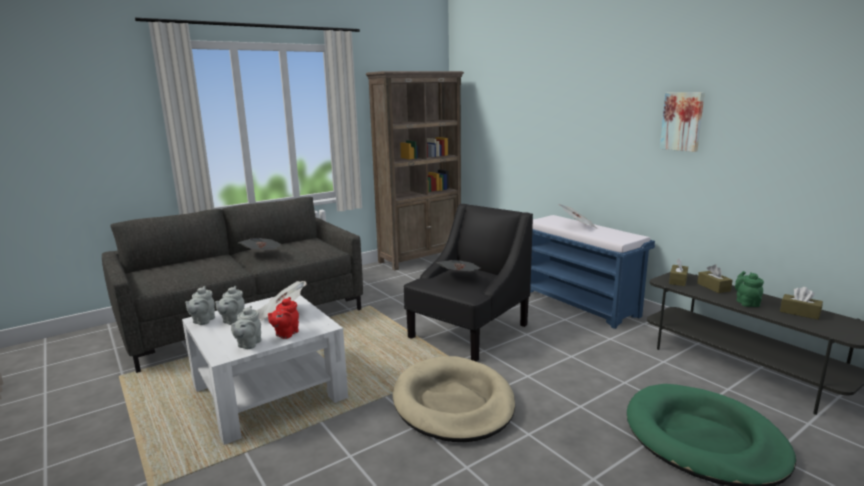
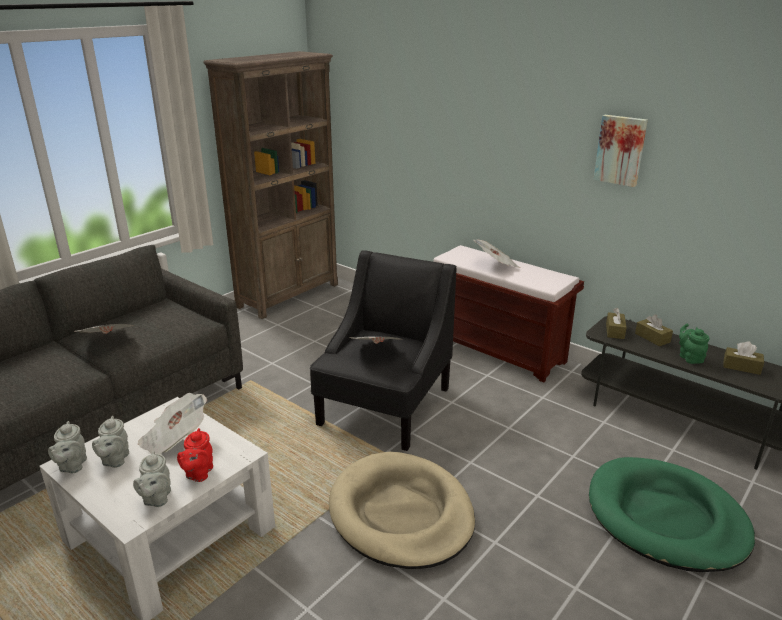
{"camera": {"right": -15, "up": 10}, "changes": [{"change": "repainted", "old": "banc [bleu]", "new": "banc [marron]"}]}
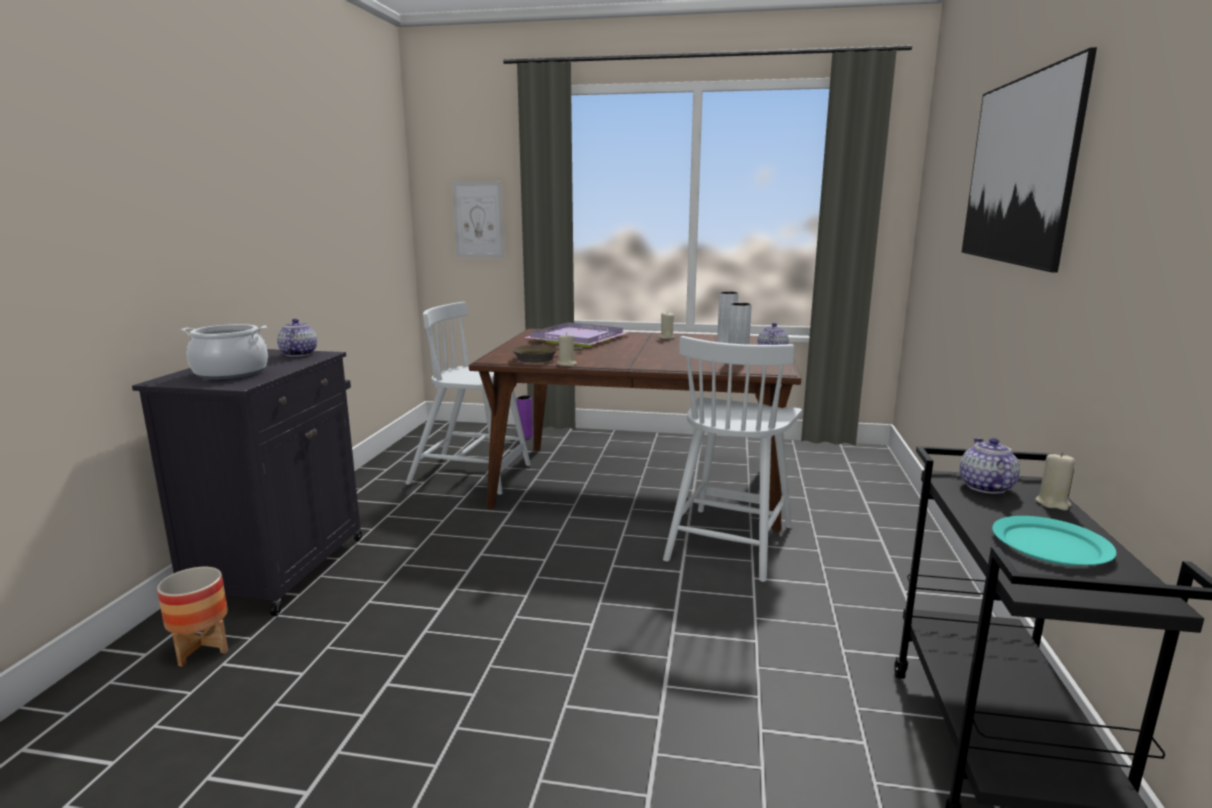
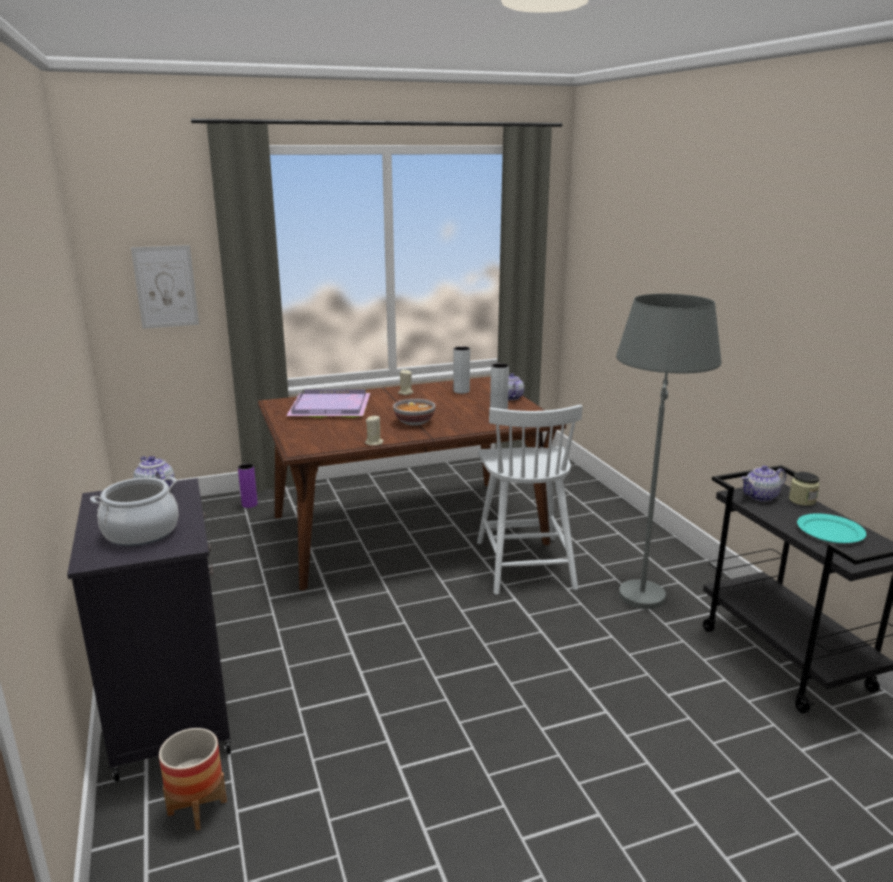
{"camera": {"right": -30, "up": 5}, "changes": [{"change": "gone", "old": "tableau (no. 2 from left)"}, {"change": "gone", "old": "chaise [blanc] (no. 1 from left)"}, {"change": "gone", "old": "poêle [marron]"}, {"change": "rotated", "old": "théière (no. 3 from left)", "degrees": -90}, {"change": "swapped", "old": "bougie [beige] (no. 3 from left)", "new": "bocal"}, {"change": "new", "new": "lampadaire [gris]"}, {"change": "new", "new": "bol"}]}
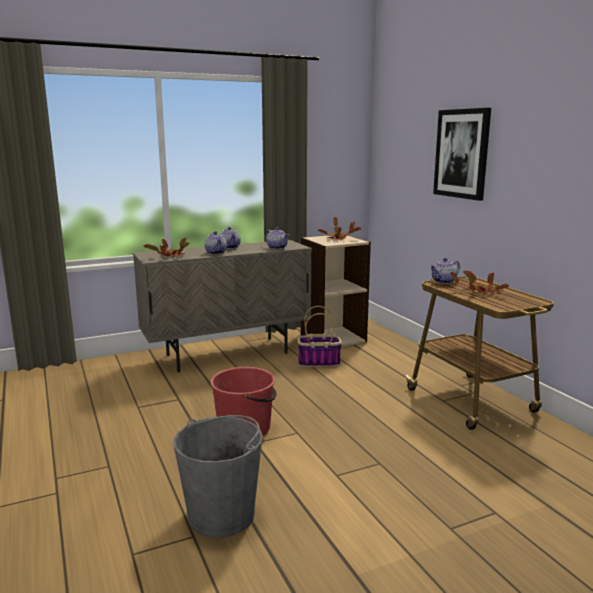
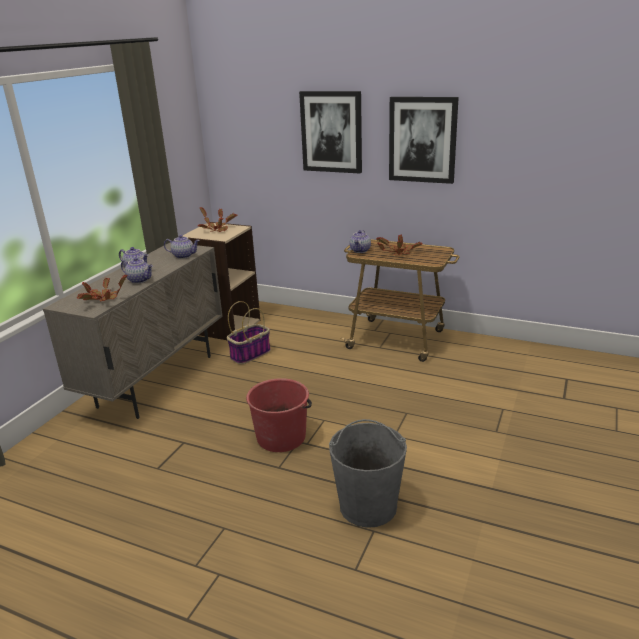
{"camera": {"right": -40, "up": 10}, "changes": [{"change": "new", "new": "tableau (no. 2 from left)"}]}
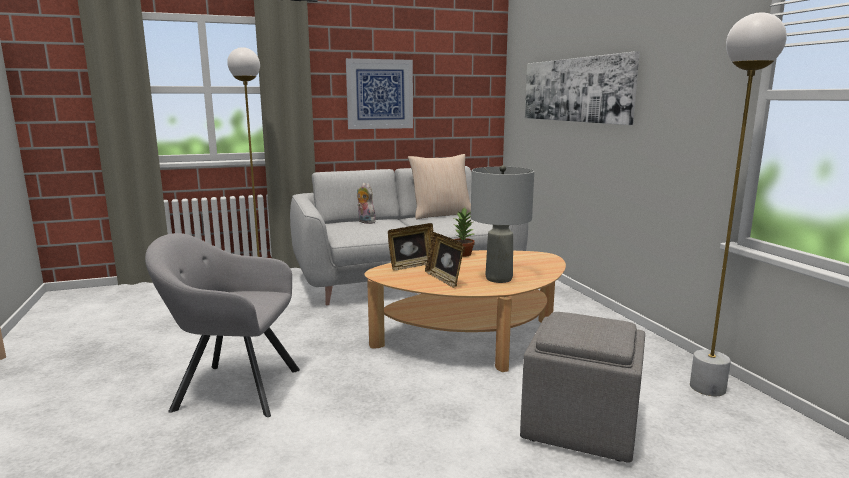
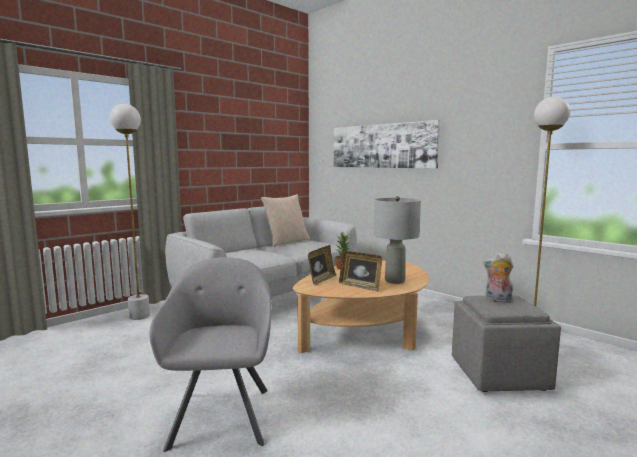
{"camera": {"right": -25, "up": -5}, "changes": [{"change": "gone", "old": "tableau (no. 1 from left)"}, {"change": "shifted", "old": "peluche"}, {"change": "rotated", "old": "fauteuil [gris]", "degrees": 105}]}
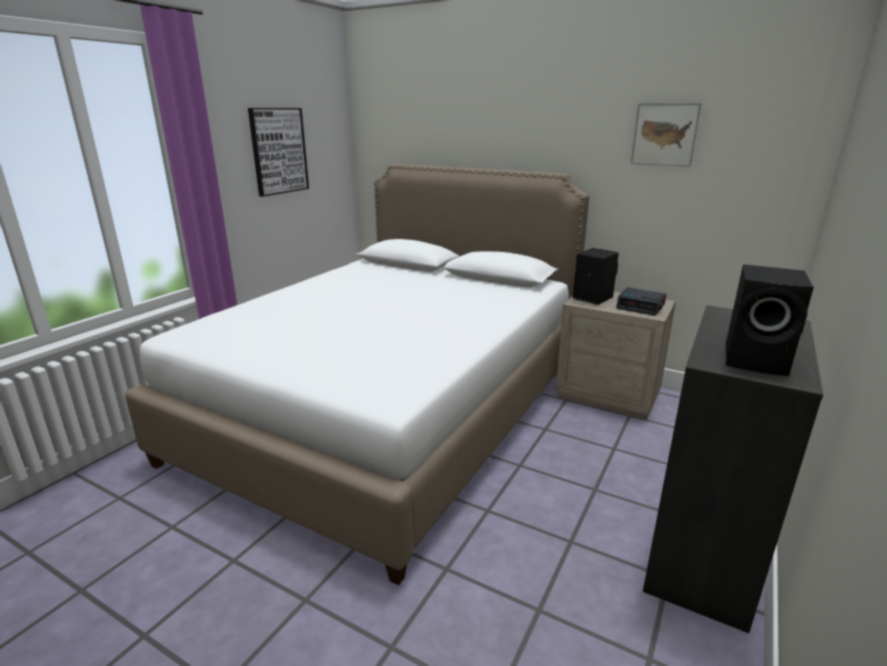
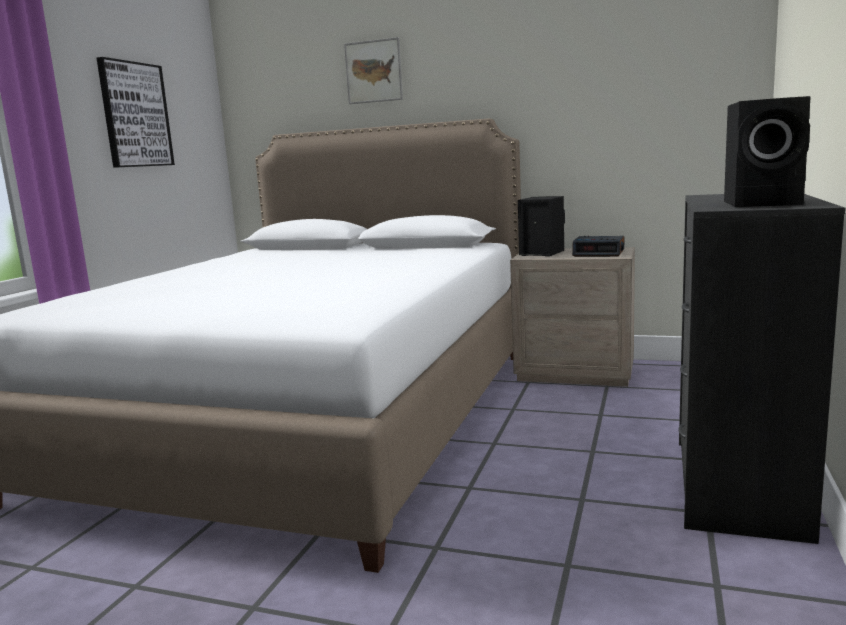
{"camera": {"right": -10, "up": -10}, "changes": [{"change": "shifted", "old": "tableau (no. 2 from left)"}]}
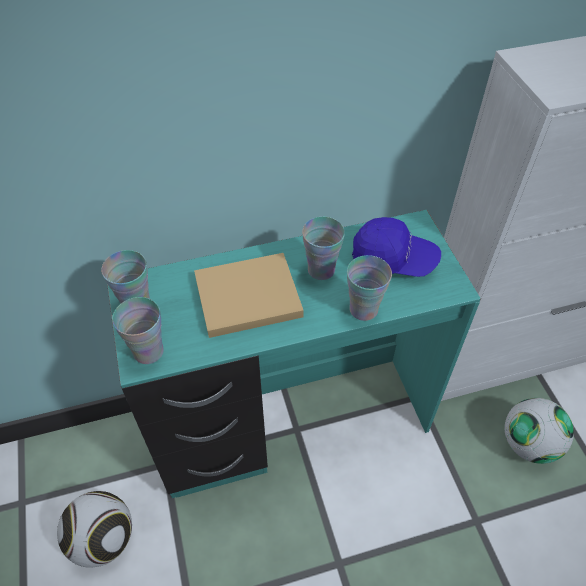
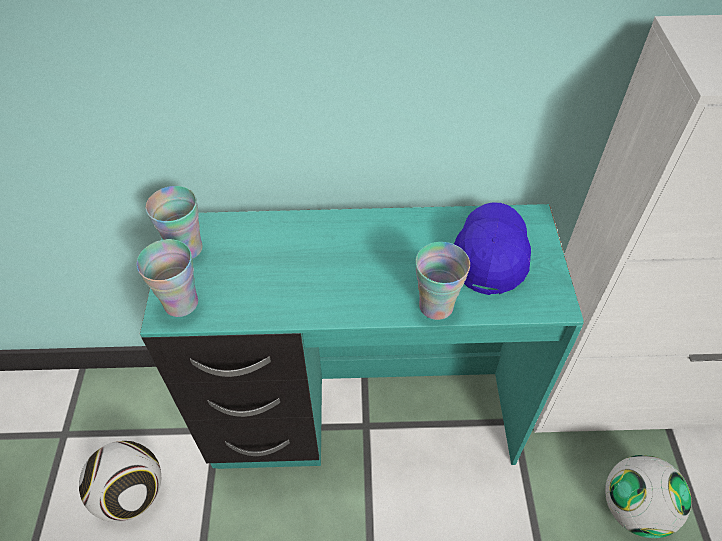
{"camera": {"right": 15, "up": 0}, "changes": [{"change": "gone", "old": "tasse (no. 3 from left)"}, {"change": "rotated", "old": "casquette [bleu]", "degrees": -105}, {"change": "gone", "old": "livre [beige]"}]}
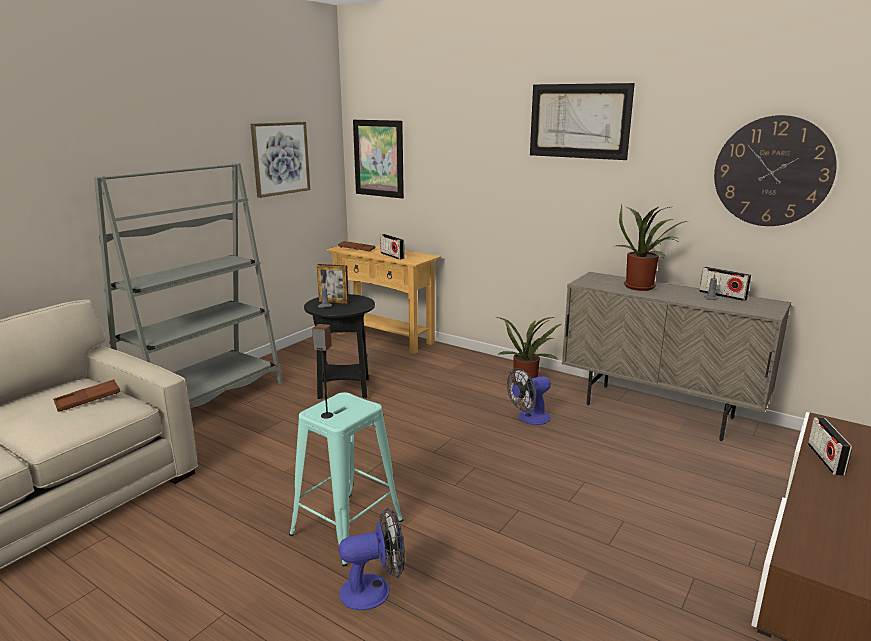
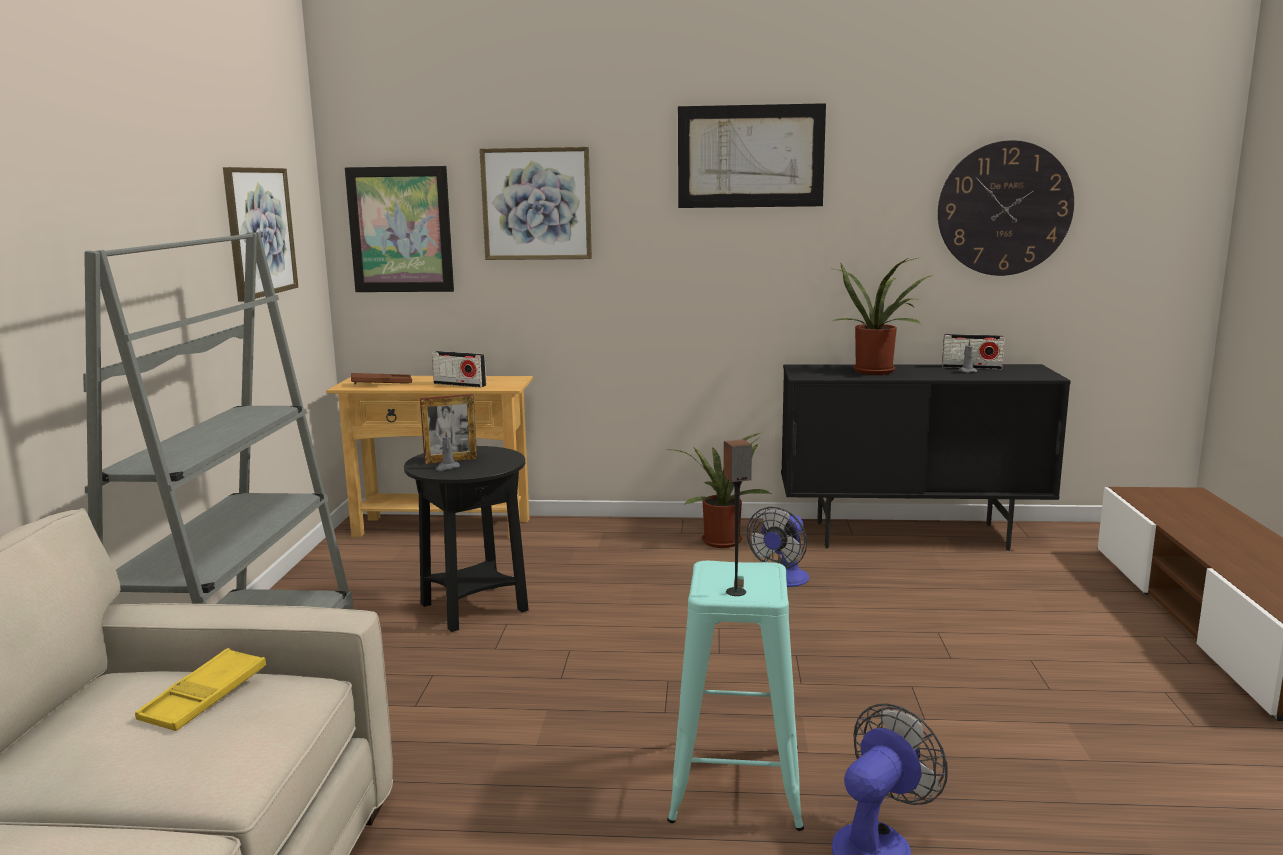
{"camera": {"right": -30, "up": -5}, "changes": [{"change": "repainted", "old": "meuble de rangement [beige]", "new": "meuble de rangement [noir]"}, {"change": "repainted", "old": "plateau [marron] (no. 1 from left)", "new": "plateau [jaune]"}, {"change": "gone", "old": "radio (no. 3 from left)"}, {"change": "new", "new": "tableau (no. 3 from left)"}]}
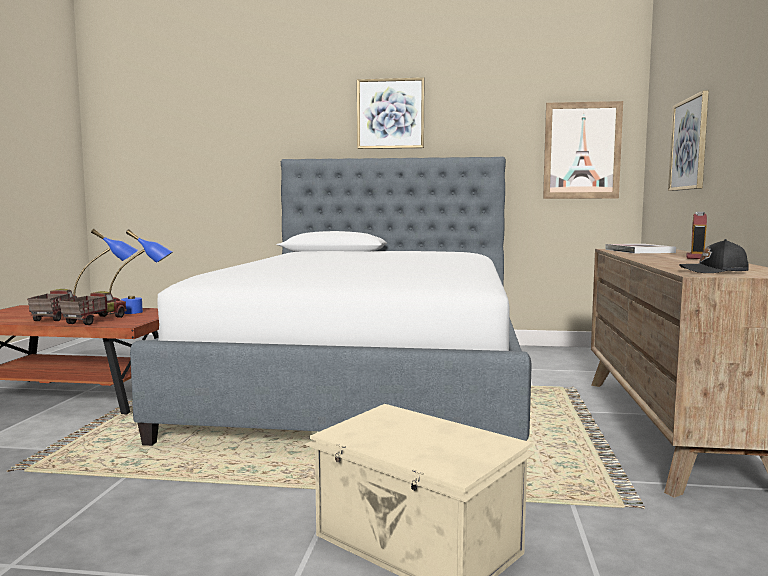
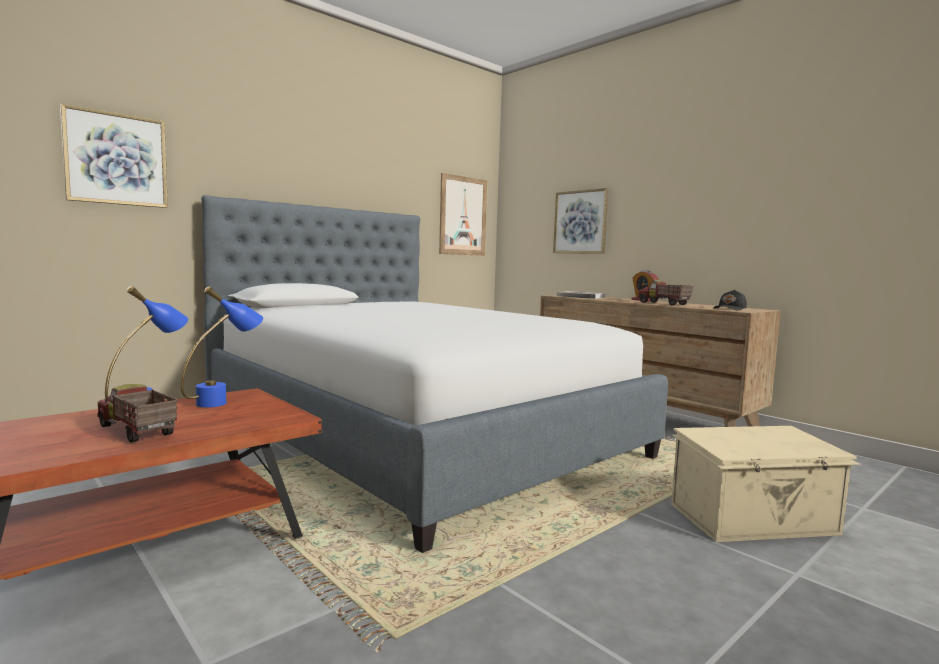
{"camera": {"right": -50, "up": 0}, "changes": [{"change": "shifted", "old": "tableau (no. 1 from left)"}, {"change": "shifted", "old": "camion jouet (no. 2 from left)"}]}
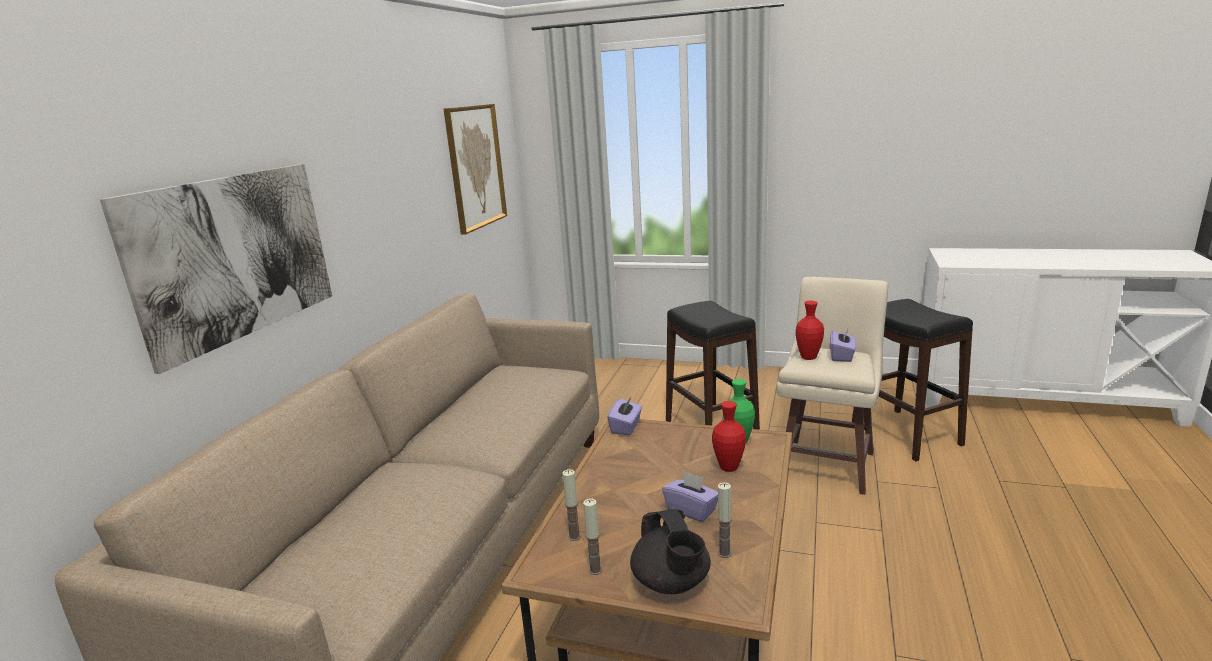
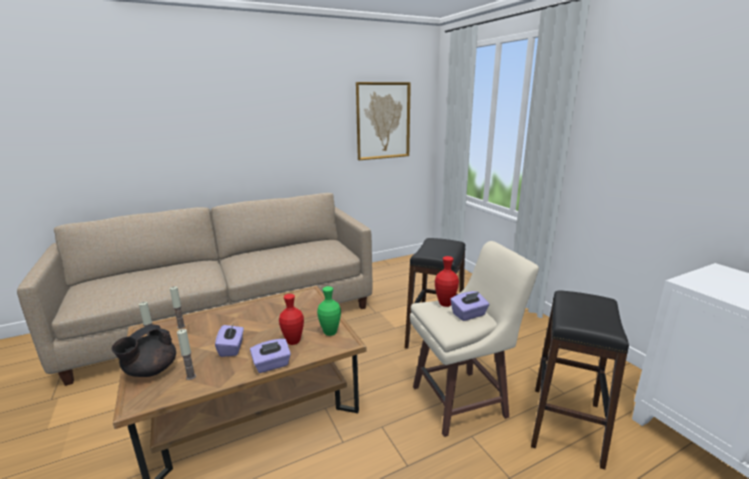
{"camera": {"right": 45, "up": 0}, "changes": [{"change": "gone", "old": "tableau (no. 1 from left)"}, {"change": "shifted", "old": "boîte à mouchoirs [violet] (no. 1 from left in the first image)", "new": "boîte à mouchoirs [violet] (no. 2 from left)"}]}
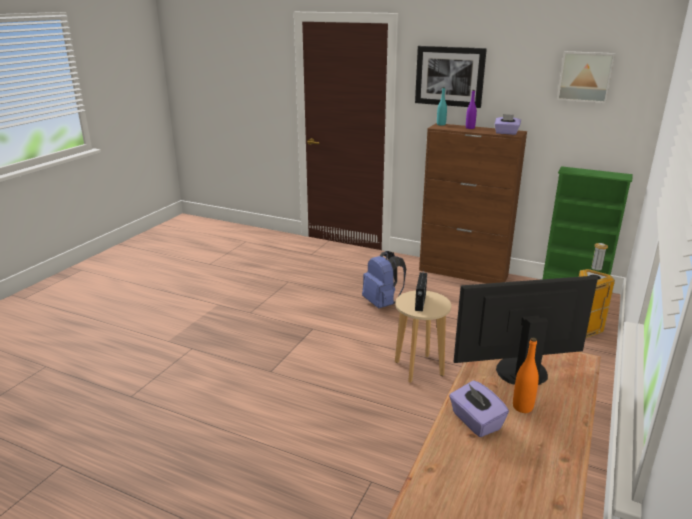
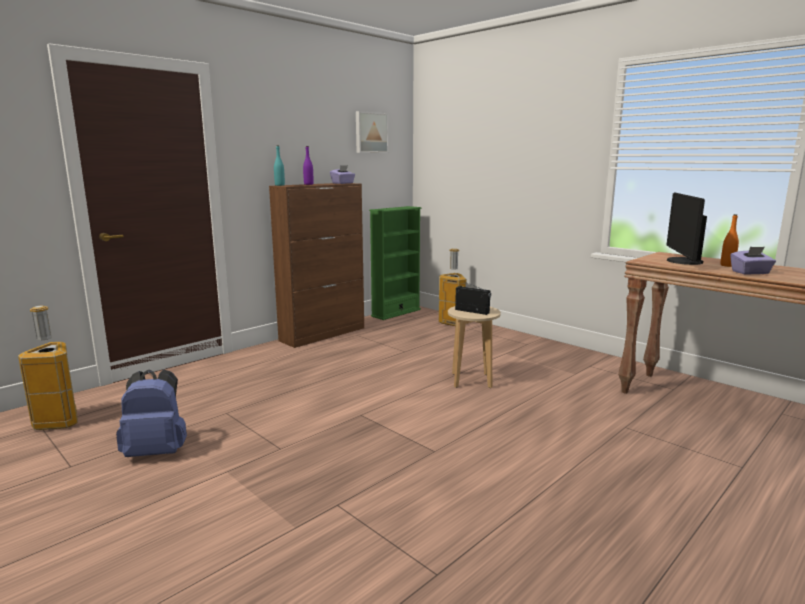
{"camera": {"right": -70, "up": -10}, "changes": [{"change": "gone", "old": "tableau (no. 1 from left)"}, {"change": "shifted", "old": "sac à dos [bleu]"}, {"change": "new", "new": "poubelle (no. 1 from left)"}]}
